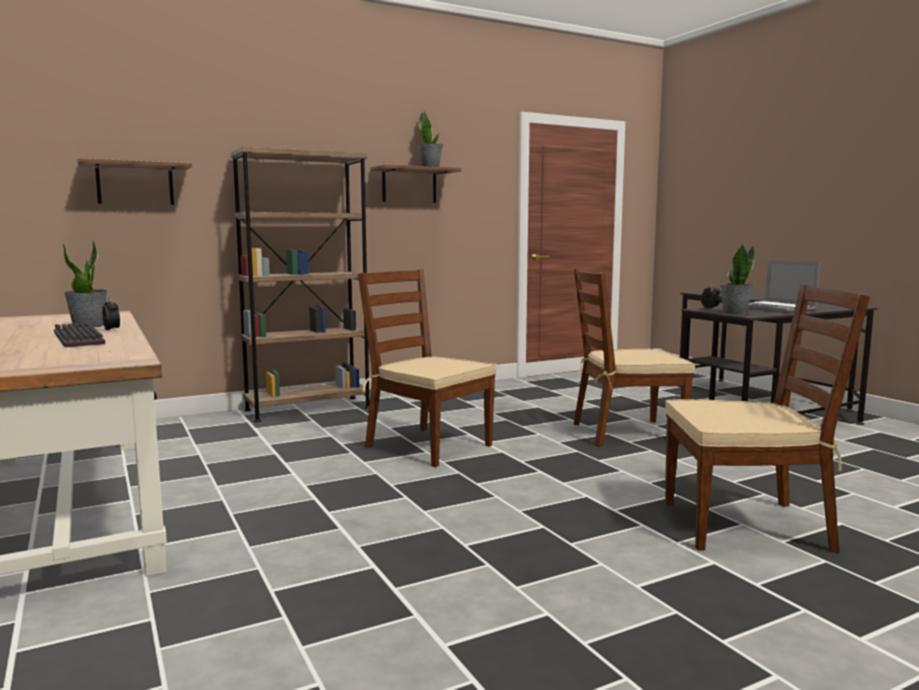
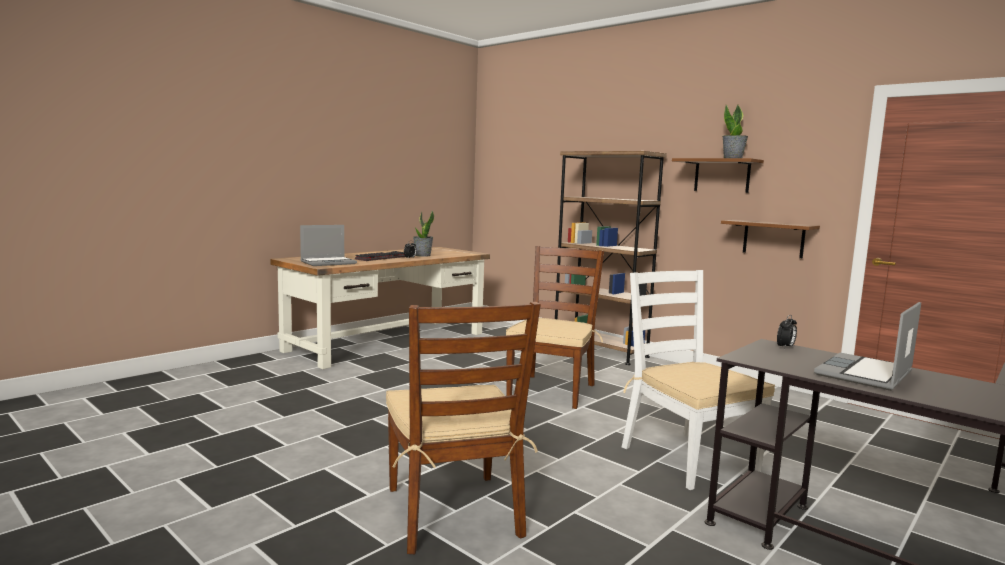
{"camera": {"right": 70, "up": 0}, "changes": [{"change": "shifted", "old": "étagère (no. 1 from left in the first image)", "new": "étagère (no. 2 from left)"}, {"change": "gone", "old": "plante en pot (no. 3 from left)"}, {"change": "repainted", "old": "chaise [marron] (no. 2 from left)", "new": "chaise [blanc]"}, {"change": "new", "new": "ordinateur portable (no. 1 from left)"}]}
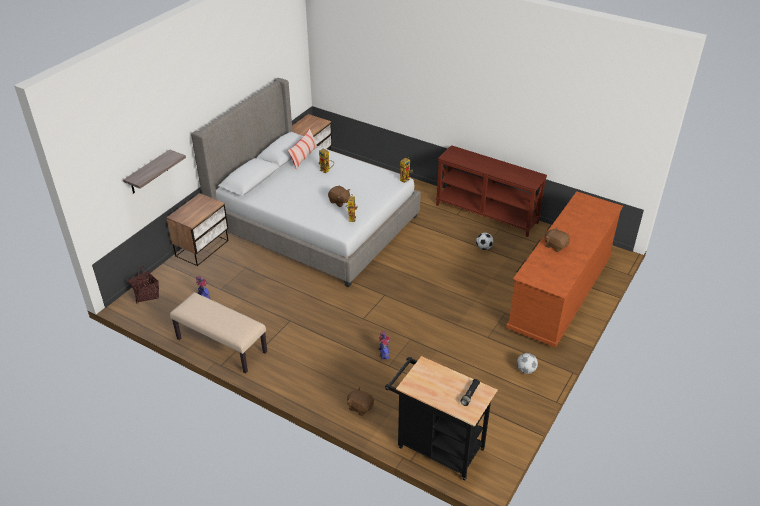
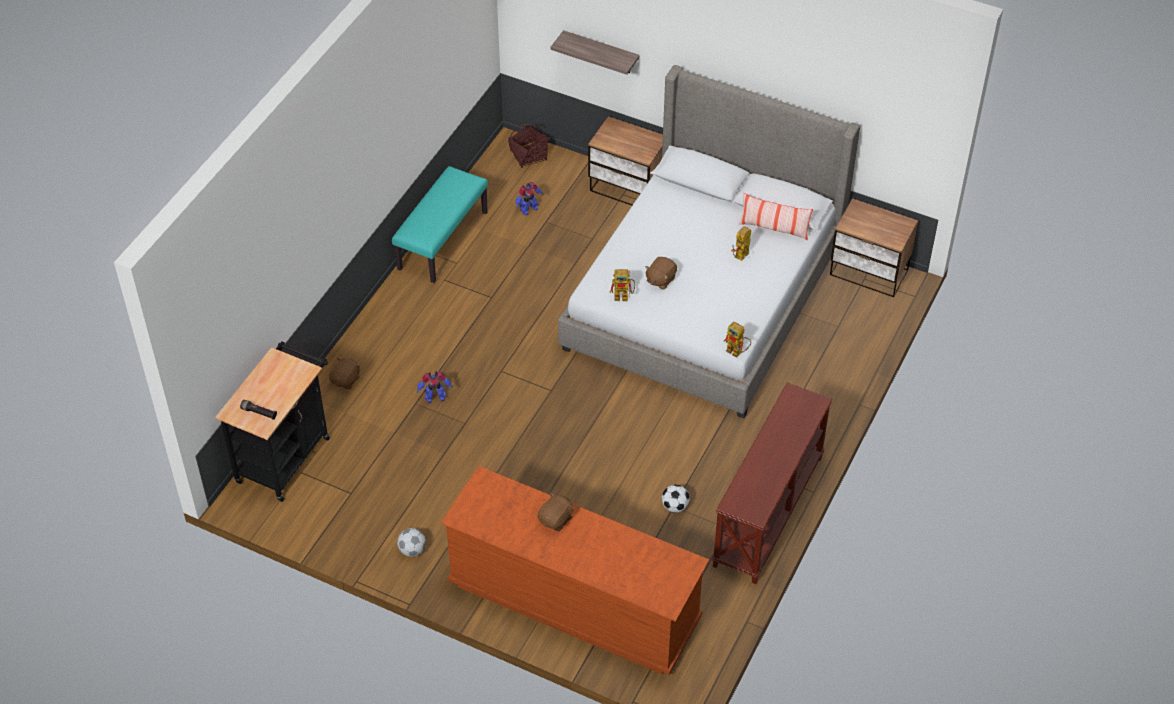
{"camera": {"right": 85, "up": 10}, "changes": [{"change": "repainted", "old": "banc [beige]", "new": "banc [turquoise]"}]}
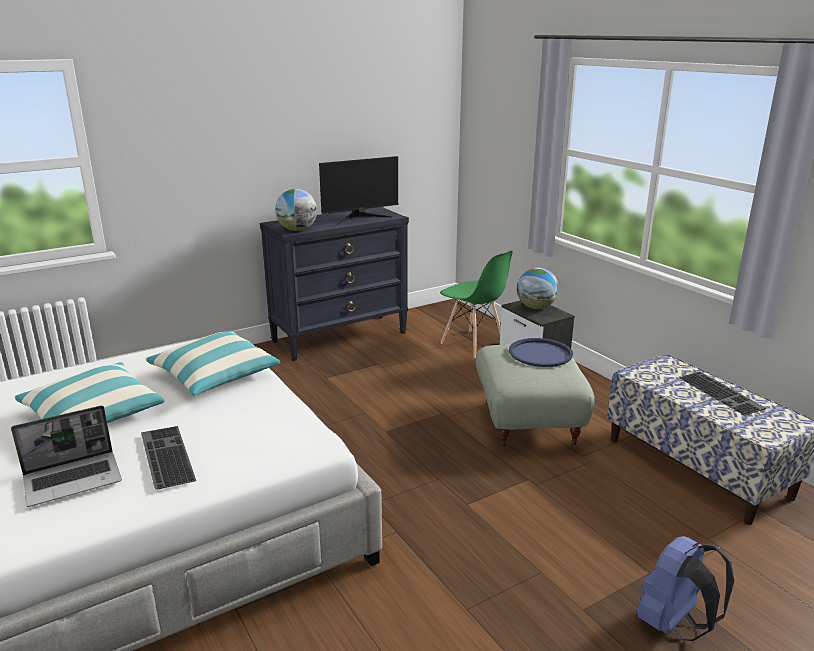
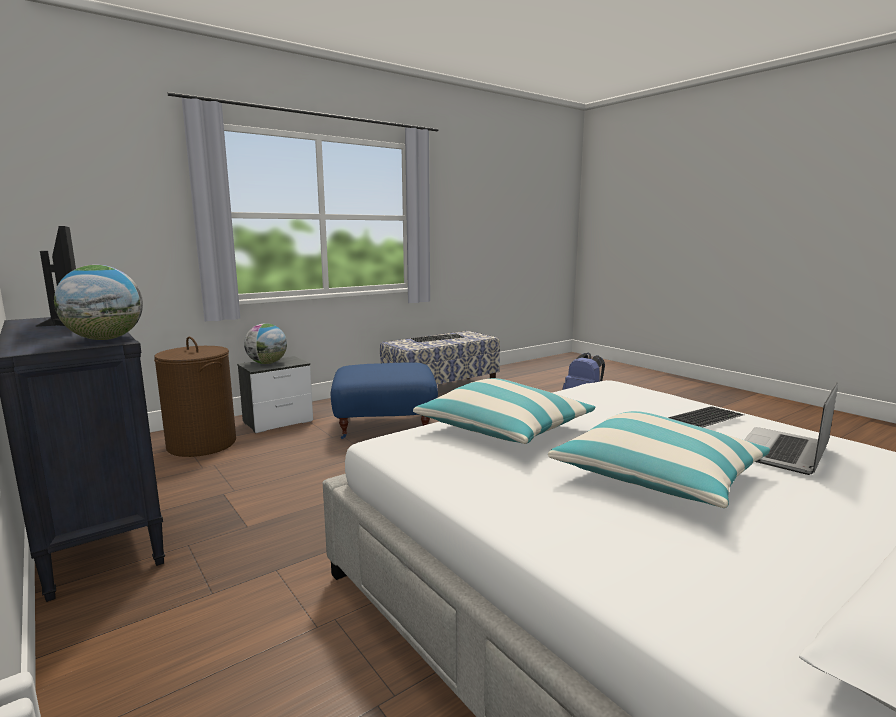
{"camera": {"right": -95, "up": -10}, "changes": [{"change": "swapped", "old": "chaise [vert]", "new": "panier à linge [marron]"}, {"change": "gone", "old": "plateau [bleu]"}, {"change": "repainted", "old": "pouf [gris]", "new": "pouf [bleu]"}, {"change": "rotated", "old": "ordinateur portable", "degrees": -105}]}
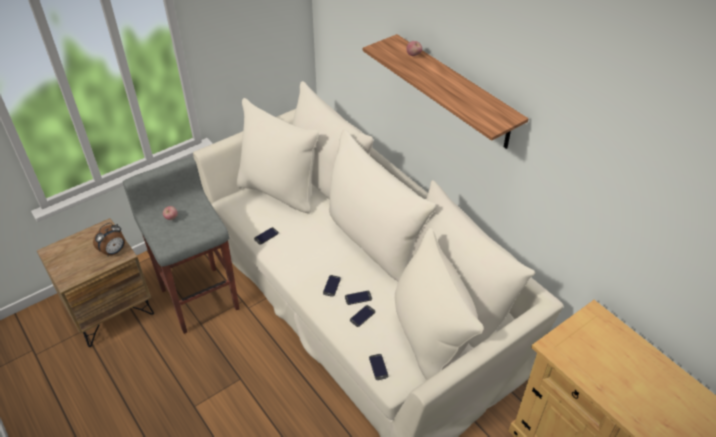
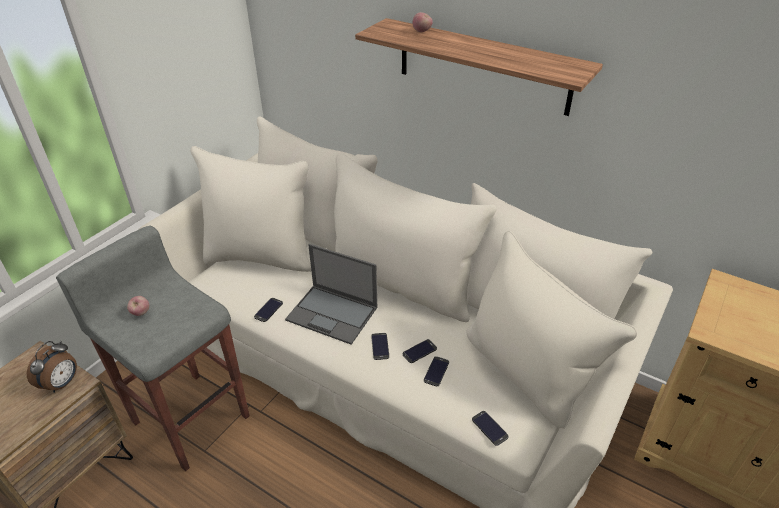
{"camera": {"right": -20, "up": -5}, "changes": [{"change": "new", "new": "ordinateur portable"}]}
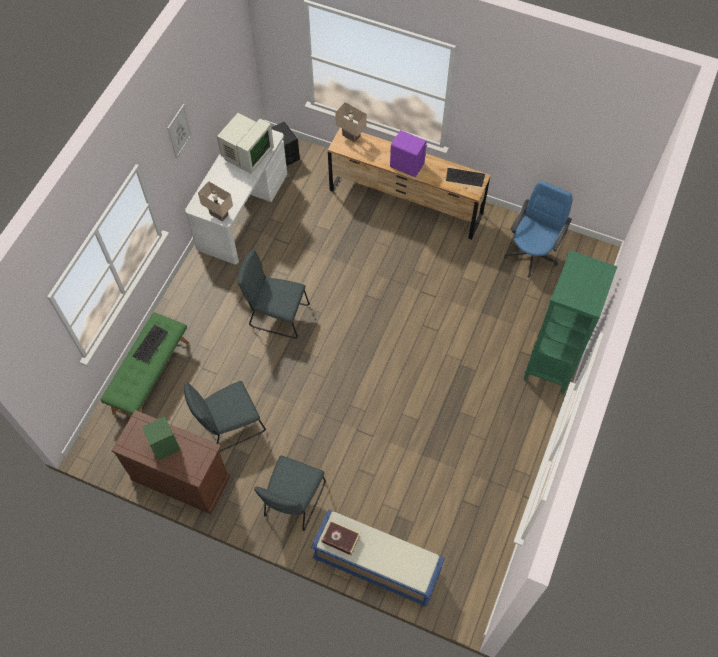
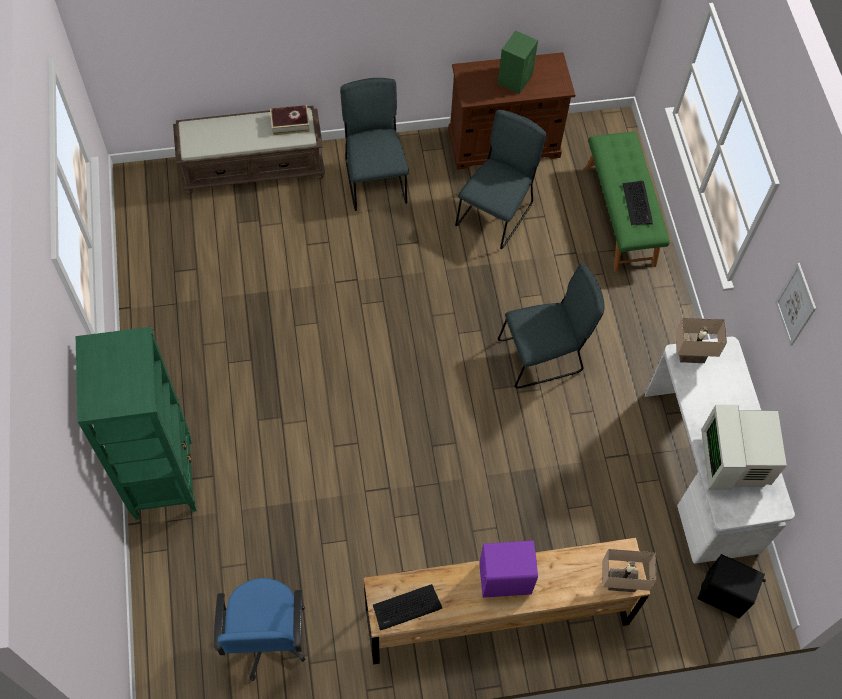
{"camera": {"right": 145, "up": 0}, "changes": [{"change": "repainted", "old": "banc [bleu]", "new": "banc [marron]"}]}
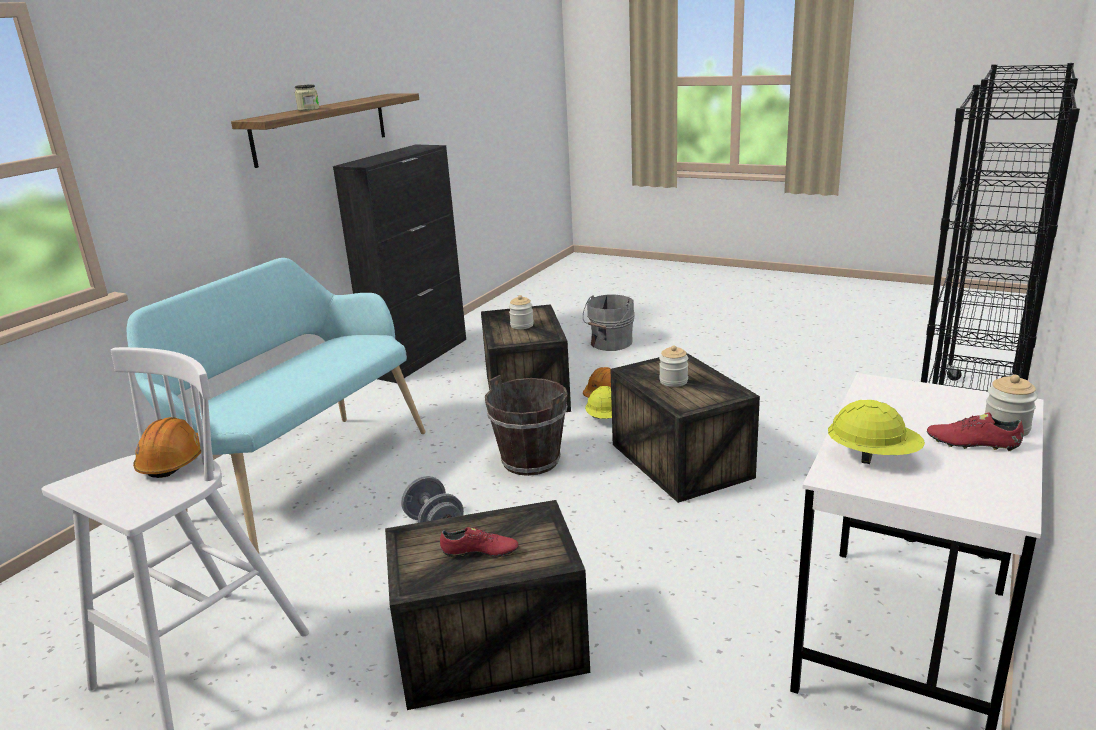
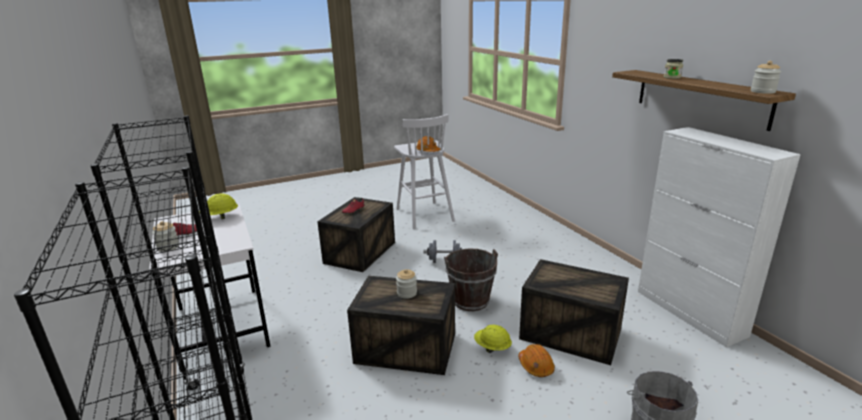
{"camera": {"right": 125, "up": 0}, "changes": [{"change": "repainted", "old": "meuble de rangement [noir]", "new": "meuble de rangement [blanc]"}, {"change": "gone", "old": "banc [turquoise]"}, {"change": "shifted", "old": "bocal (no. 2 from left in the first image)", "new": "bocal (no. 4 from left)"}]}
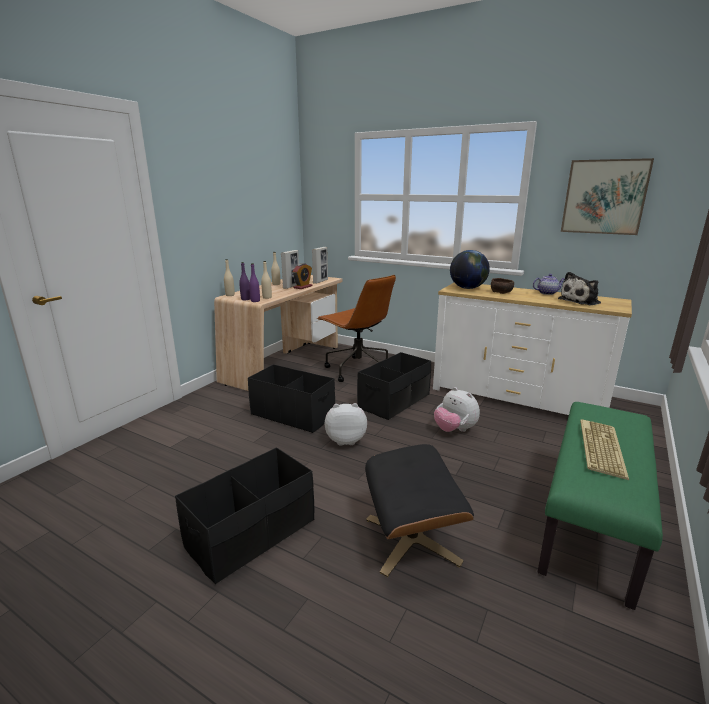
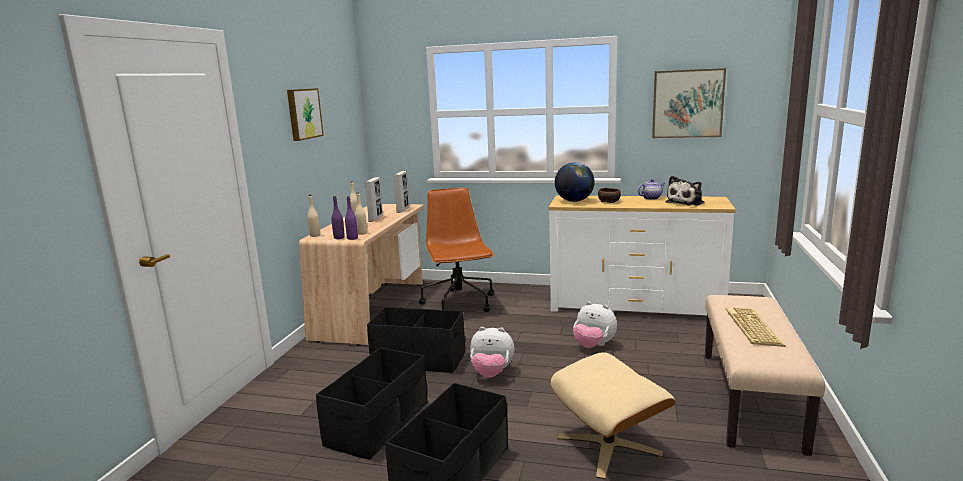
{"camera": {"right": -15, "up": -5}, "changes": [{"change": "gone", "old": "réveil"}, {"change": "rotated", "old": "chaise de bureau [marron]", "degrees": -135}, {"change": "shifted", "old": "boîte de rangement [noir] (no. 3 from left in the first image)", "new": "boîte de rangement [noir] (no. 1 from left)"}, {"change": "repainted", "old": "banc [vert]", "new": "banc [beige]"}, {"change": "rotated", "old": "peluche (no. 1 from left)", "degrees": -150}, {"change": "repainted", "old": "pouf [noir]", "new": "pouf [beige]"}, {"change": "new", "new": "tableau (no. 1 from left)"}]}
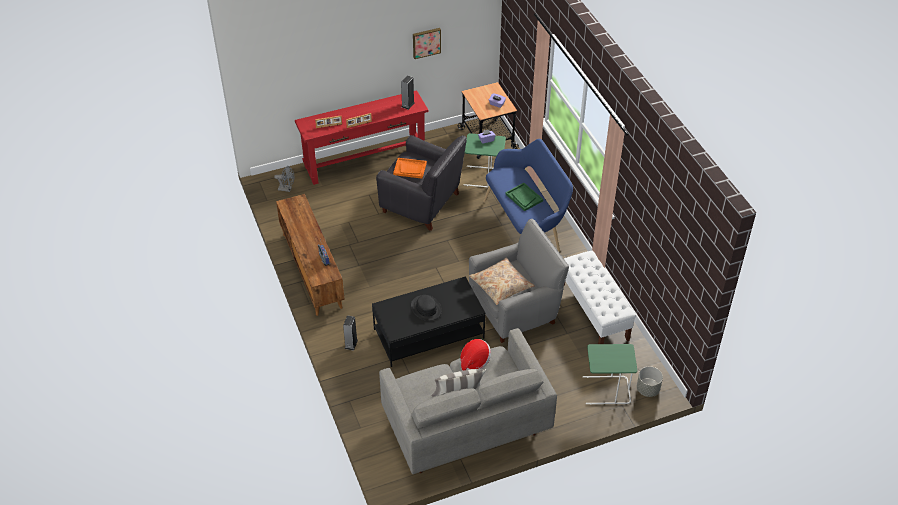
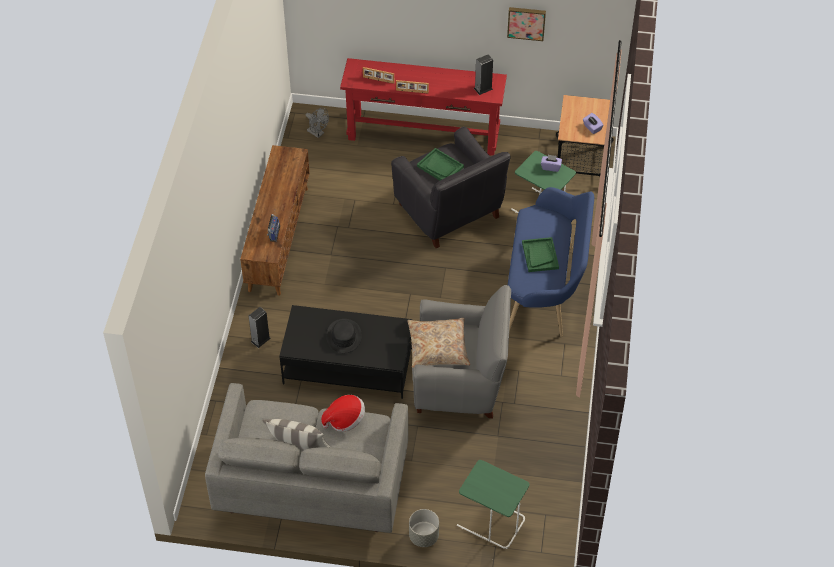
{"camera": {"right": 30, "up": 5}, "changes": [{"change": "repainted", "old": "plateau [orange]", "new": "plateau [vert] (no. 1 from left)"}, {"change": "gone", "old": "banc [blanc]"}, {"change": "shifted", "old": "cache-pot [gris]"}]}
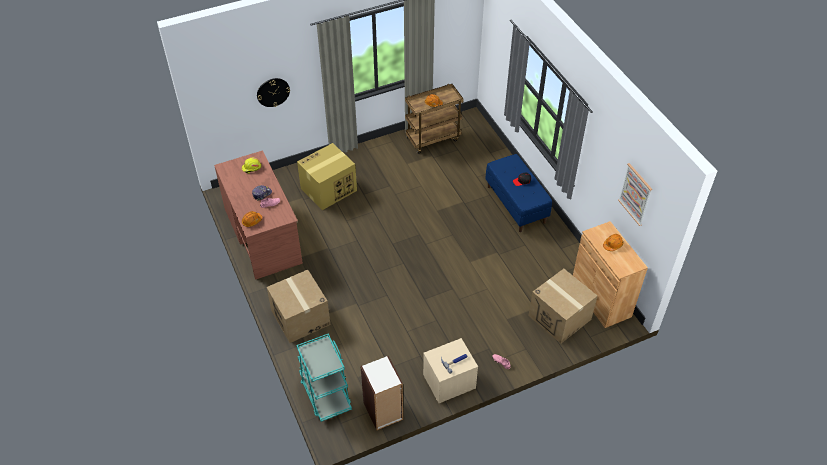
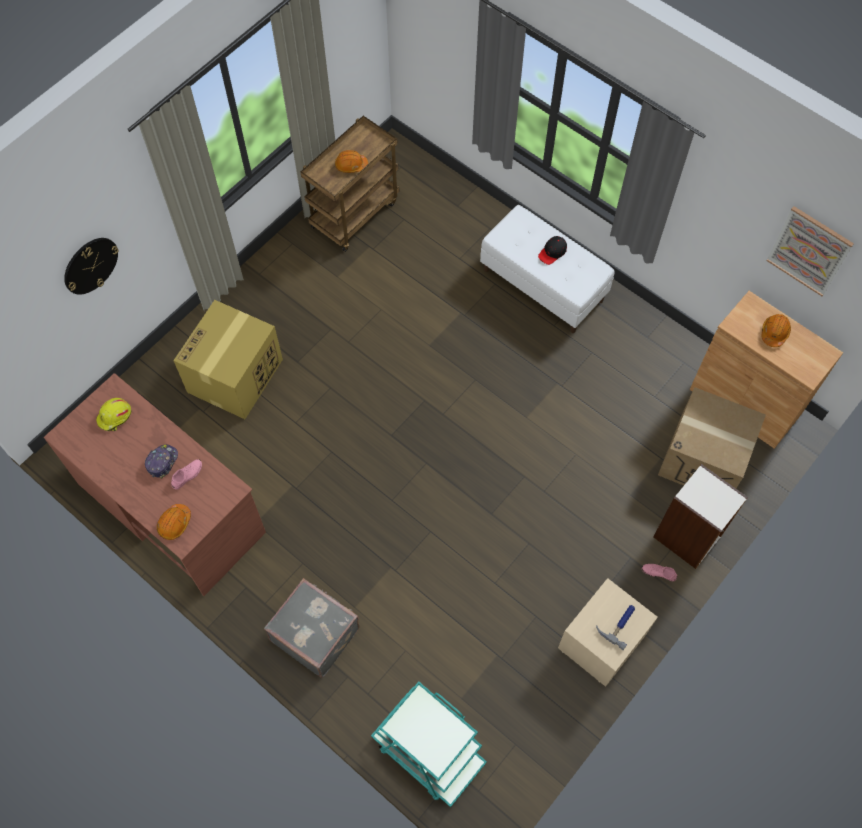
{"camera": {"right": -25, "up": 15}, "changes": [{"change": "repainted", "old": "banc [bleu]", "new": "banc [blanc]"}, {"change": "swapped", "old": "carton (no. 1 from left)", "new": "valise [gris]"}, {"change": "shifted", "old": "bibliothèque"}]}
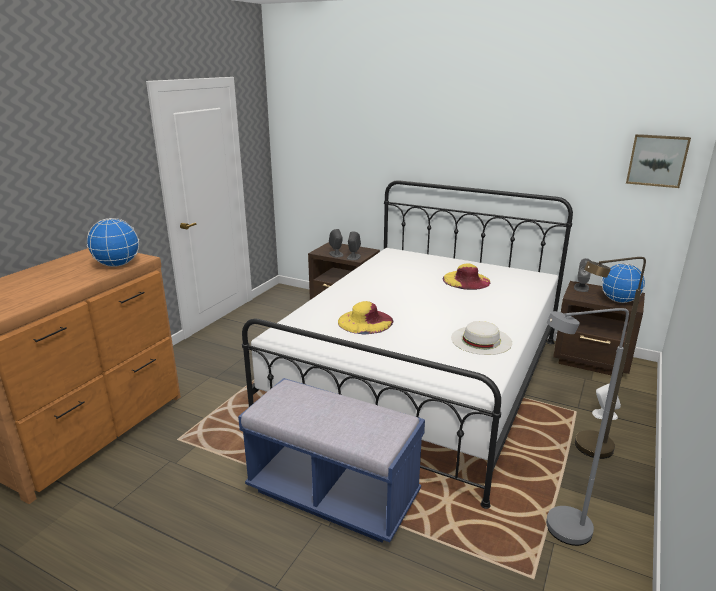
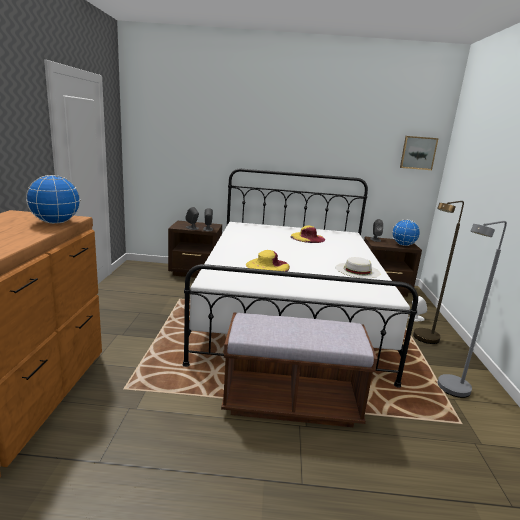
{"camera": {"right": -25, "up": -5}, "changes": [{"change": "repainted", "old": "banc [bleu]", "new": "banc [marron]"}]}
